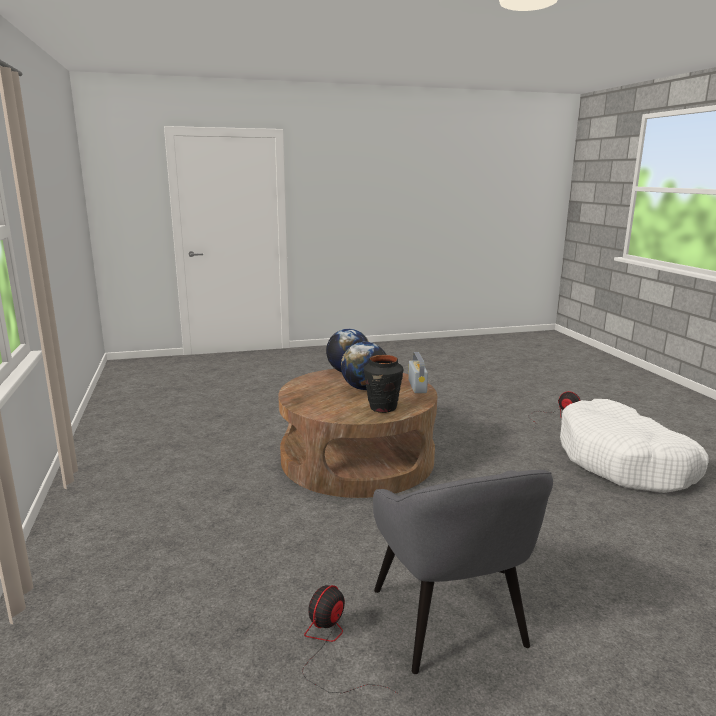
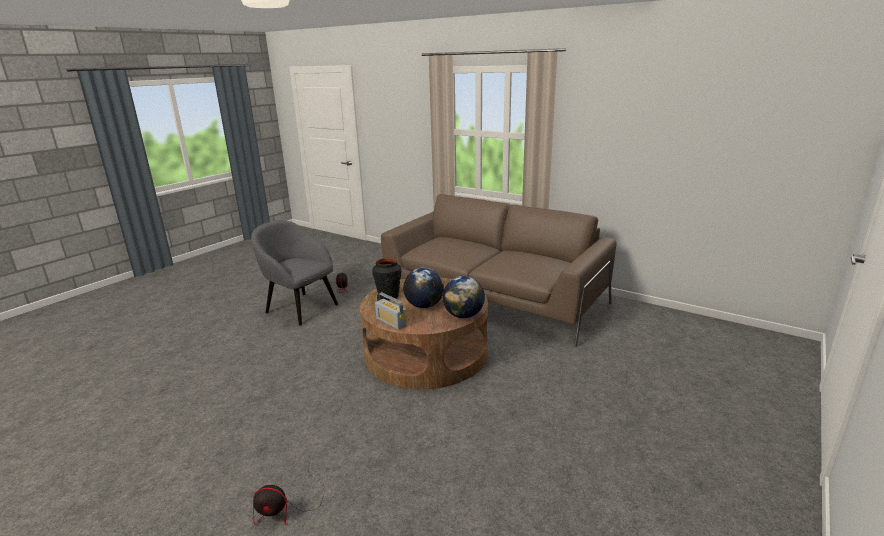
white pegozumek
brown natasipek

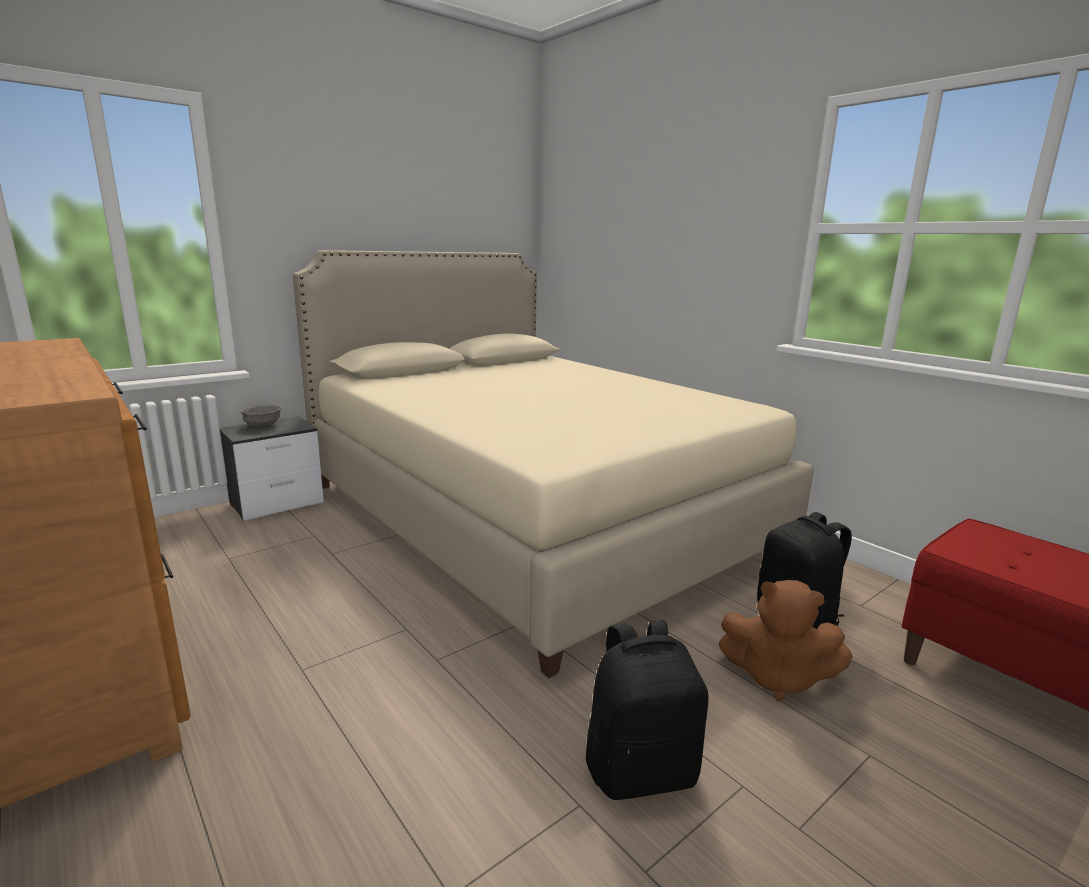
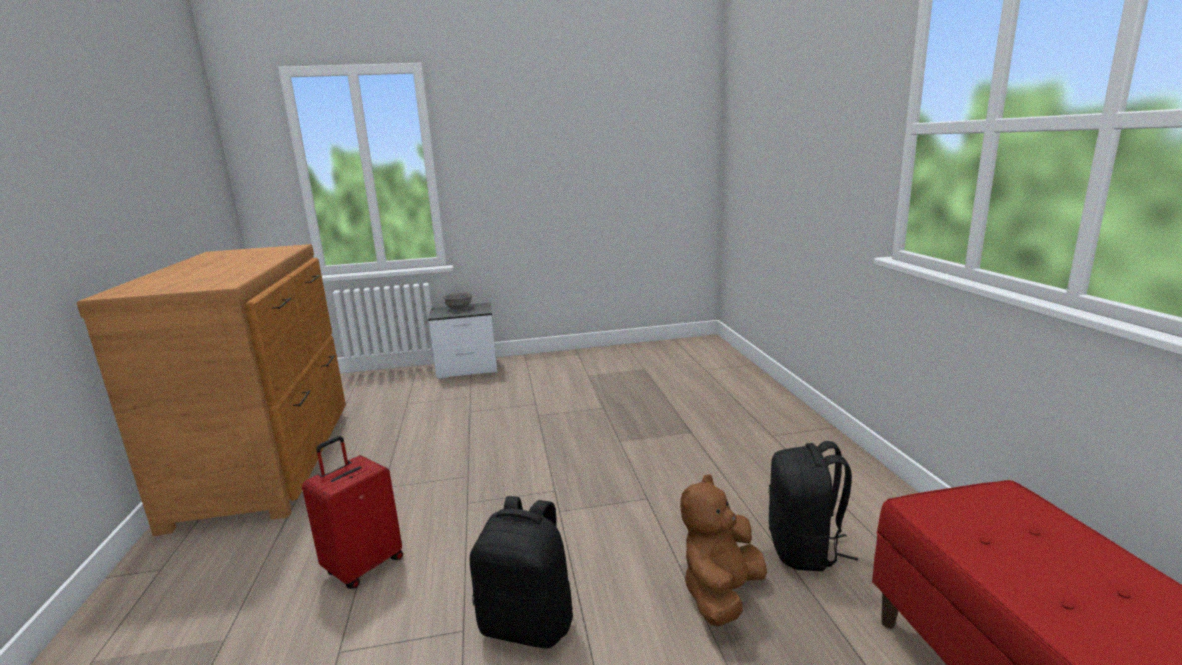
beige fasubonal
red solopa
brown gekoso

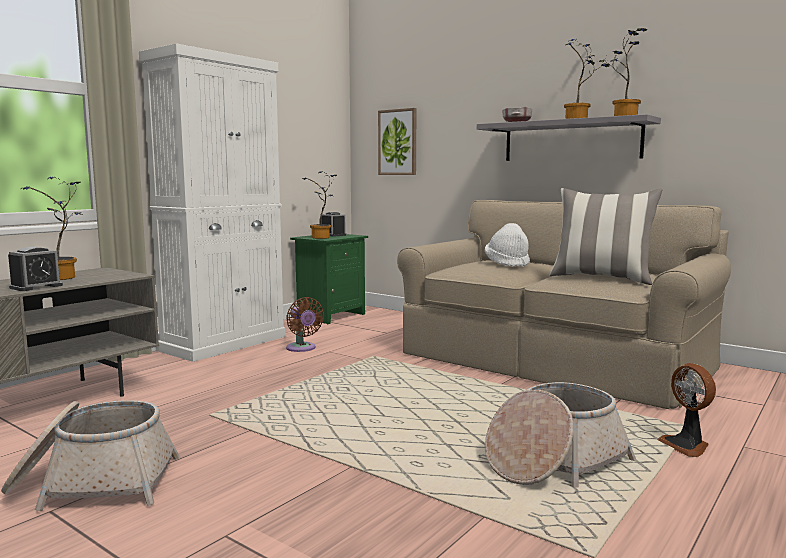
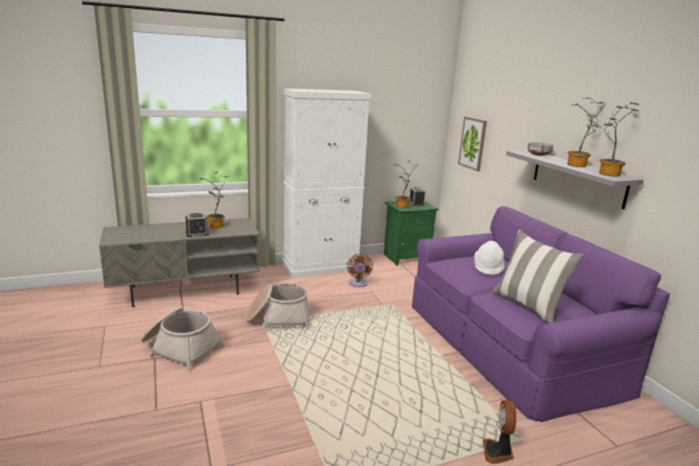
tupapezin (2nd from left)
purple natasipek

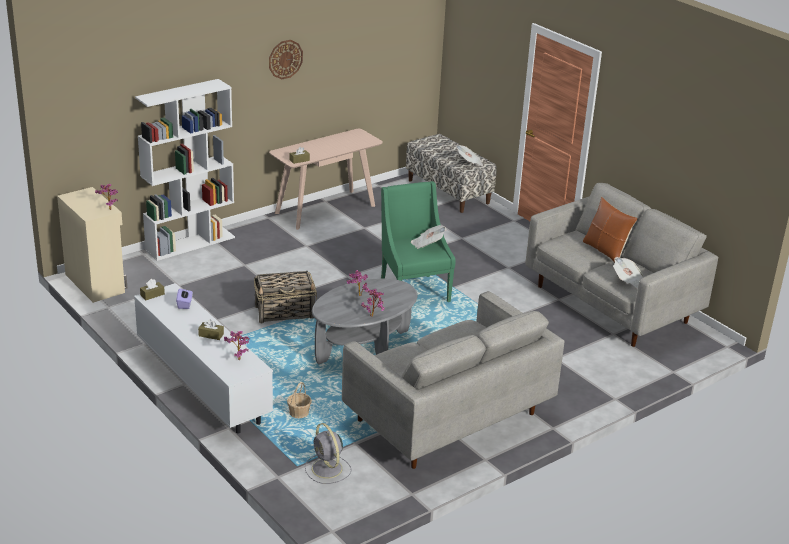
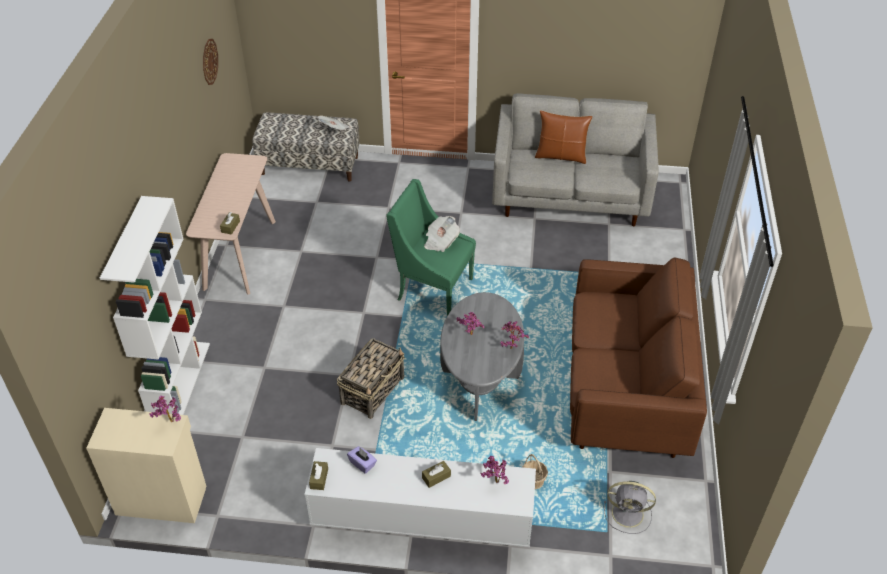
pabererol (3rd from left in the first image)
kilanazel
brown natasipek

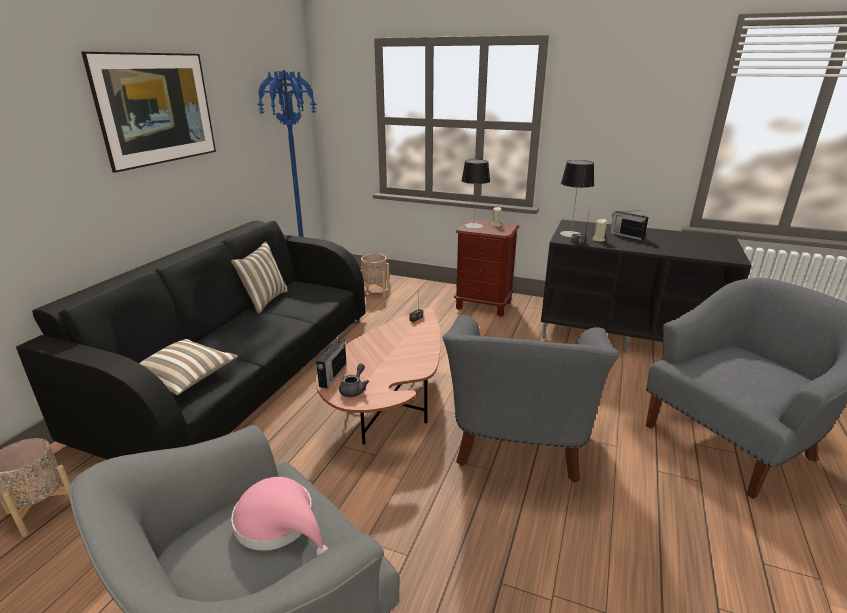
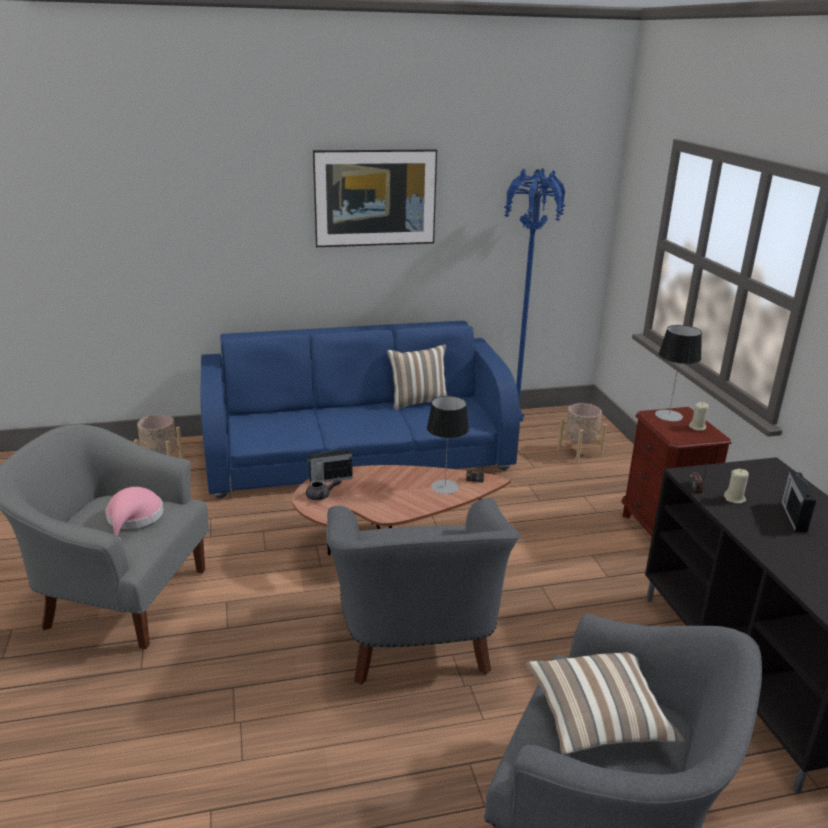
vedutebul (2nd from left)
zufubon (1st from left)
blue natasipek
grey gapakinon (2nd from left)

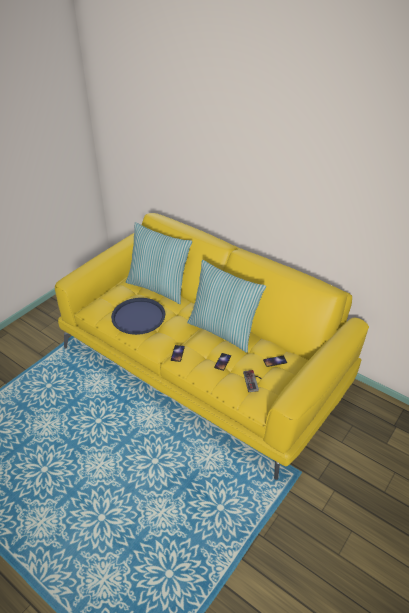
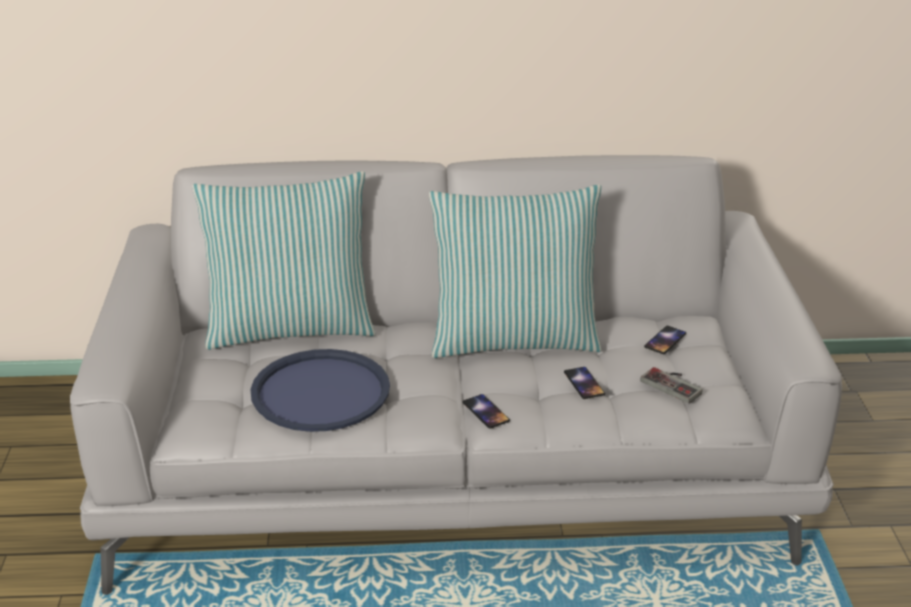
grey natasipek

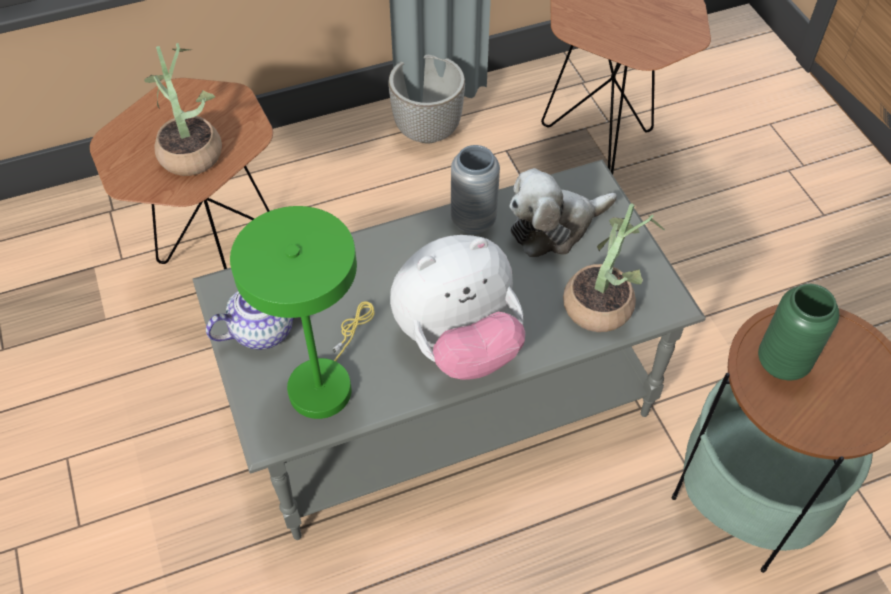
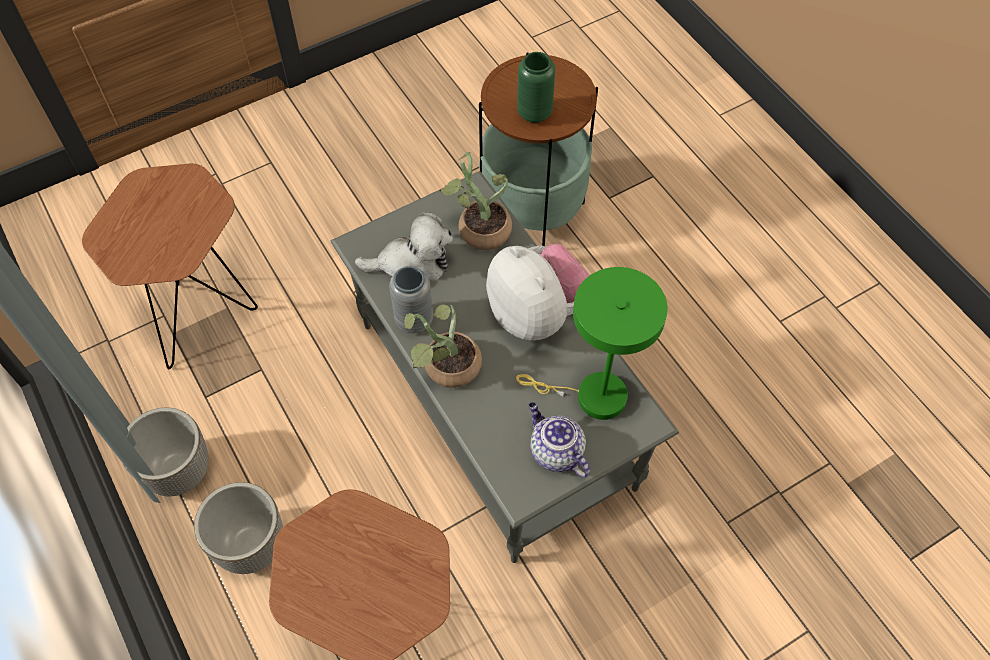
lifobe (2nd from left)
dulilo (1st from left)
gekoso (1st from left)

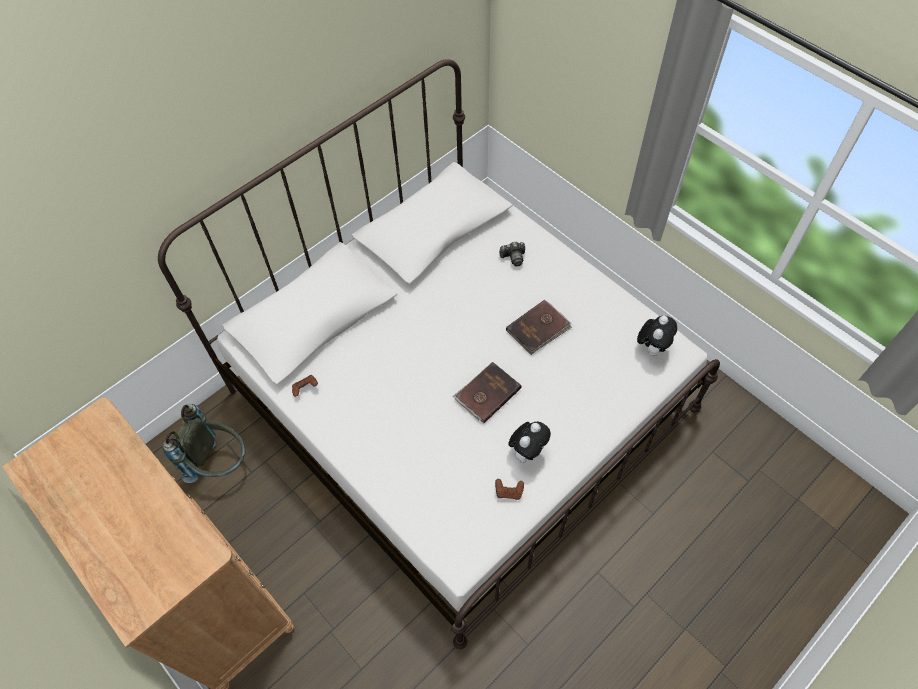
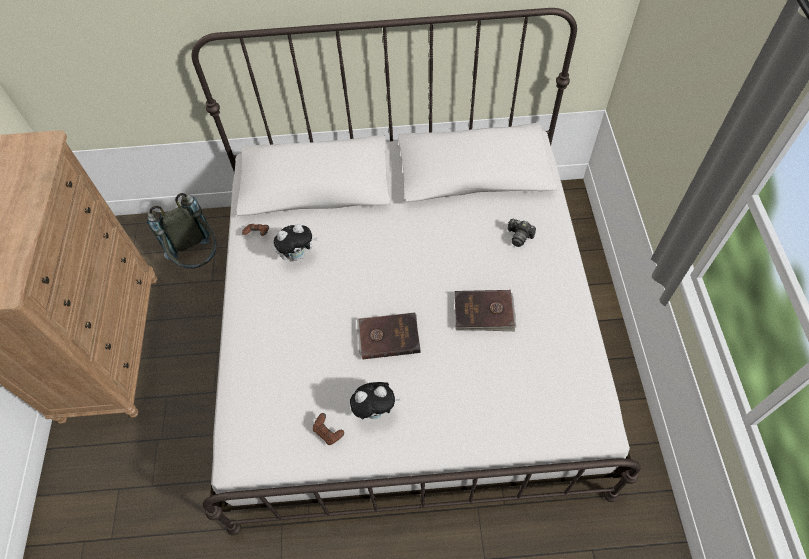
gekoso (1st from left)

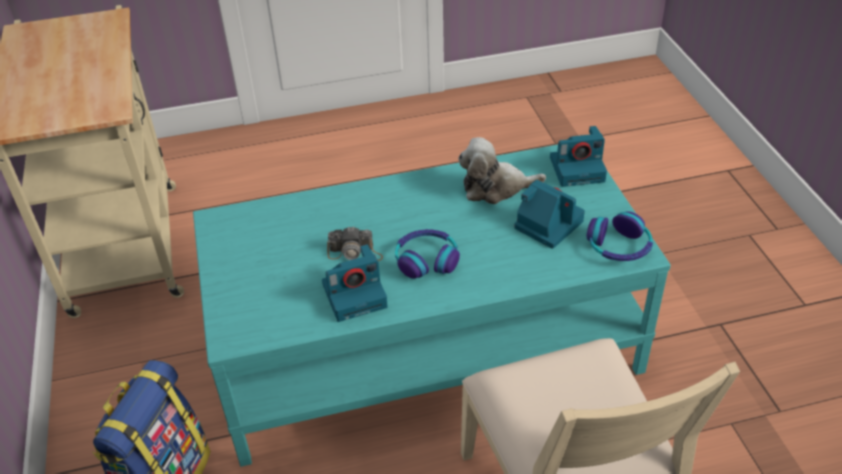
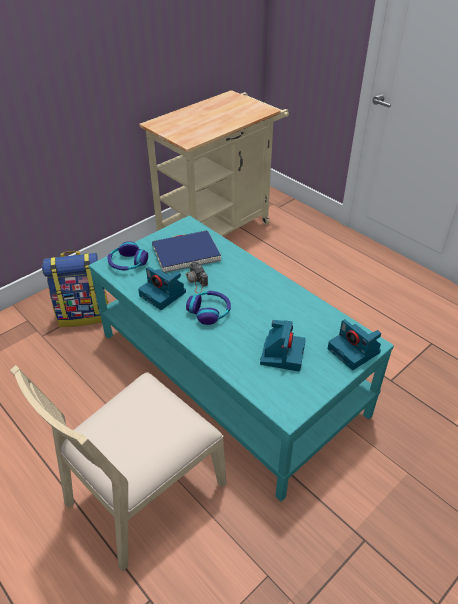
gekoso
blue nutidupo
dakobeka (1st from left)

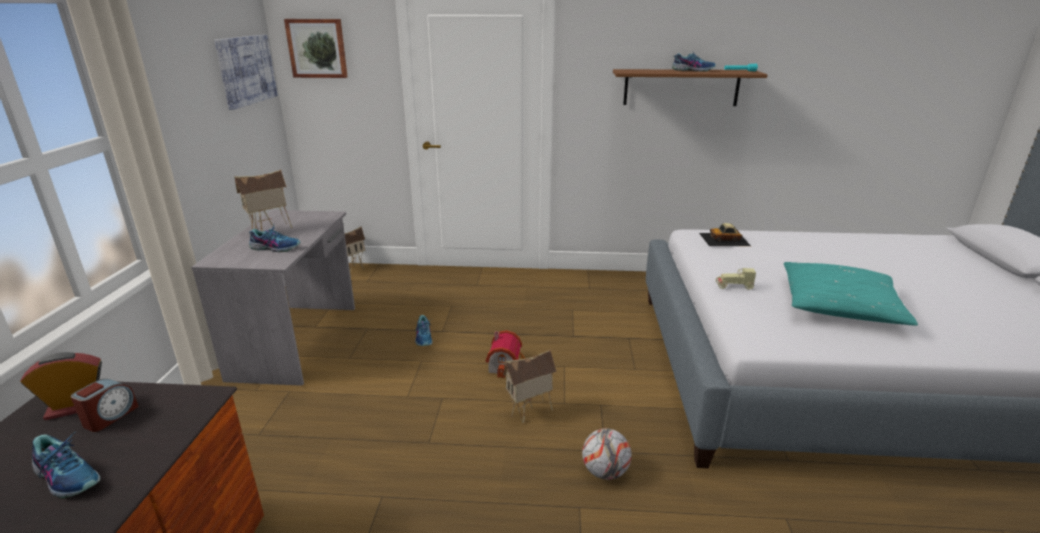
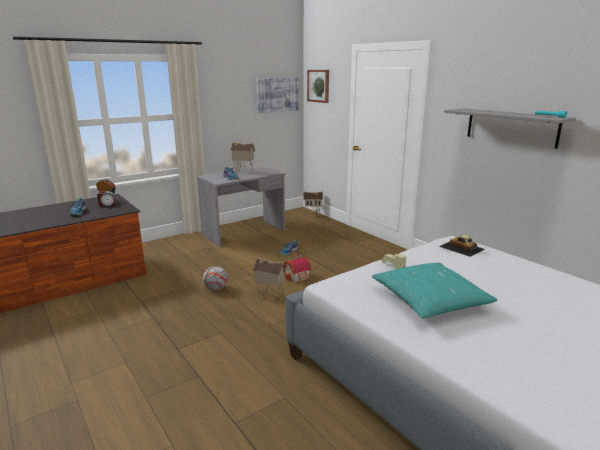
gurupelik (4th from left in the first image)
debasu
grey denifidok

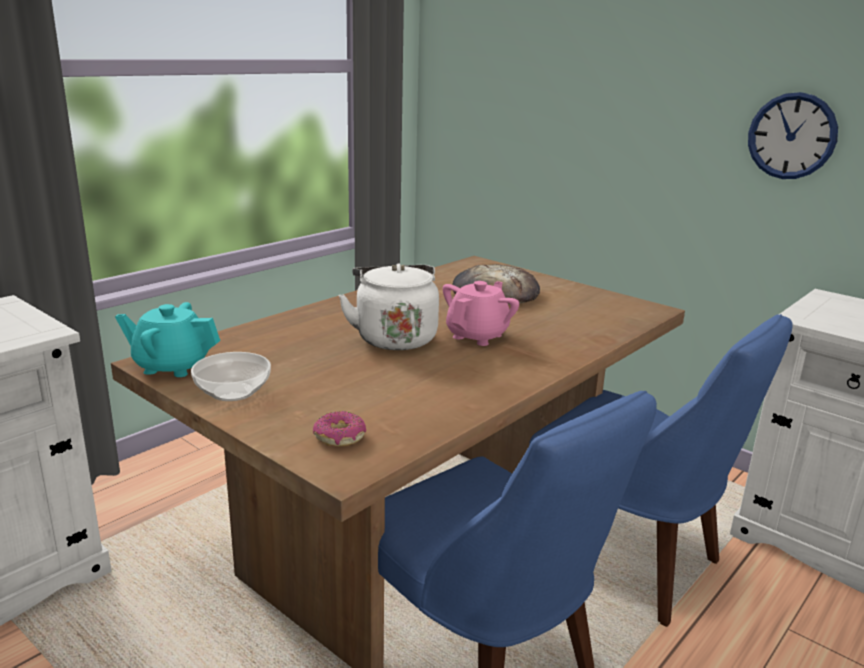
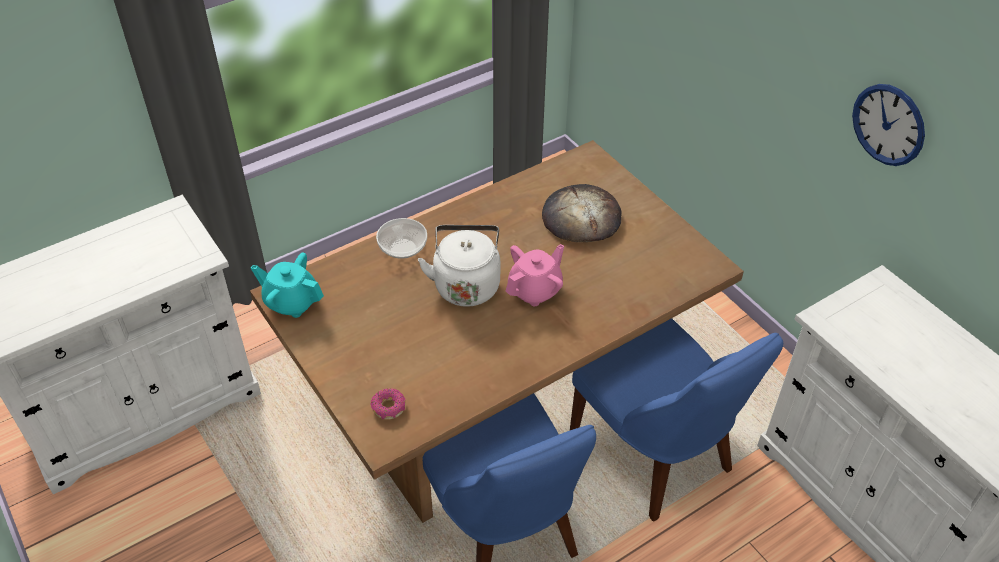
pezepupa

